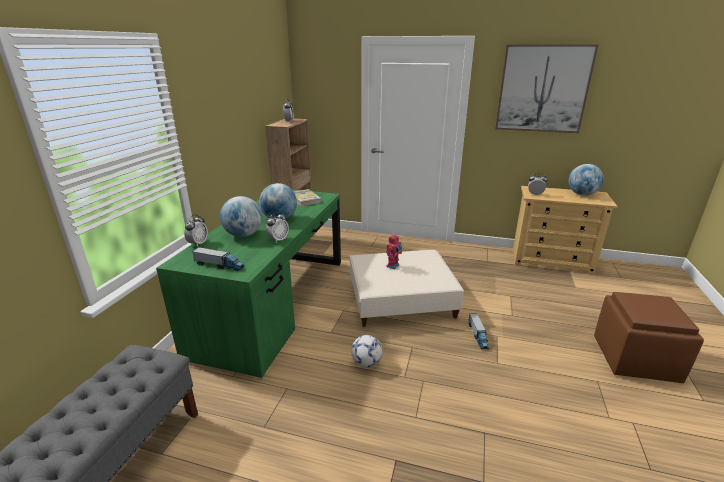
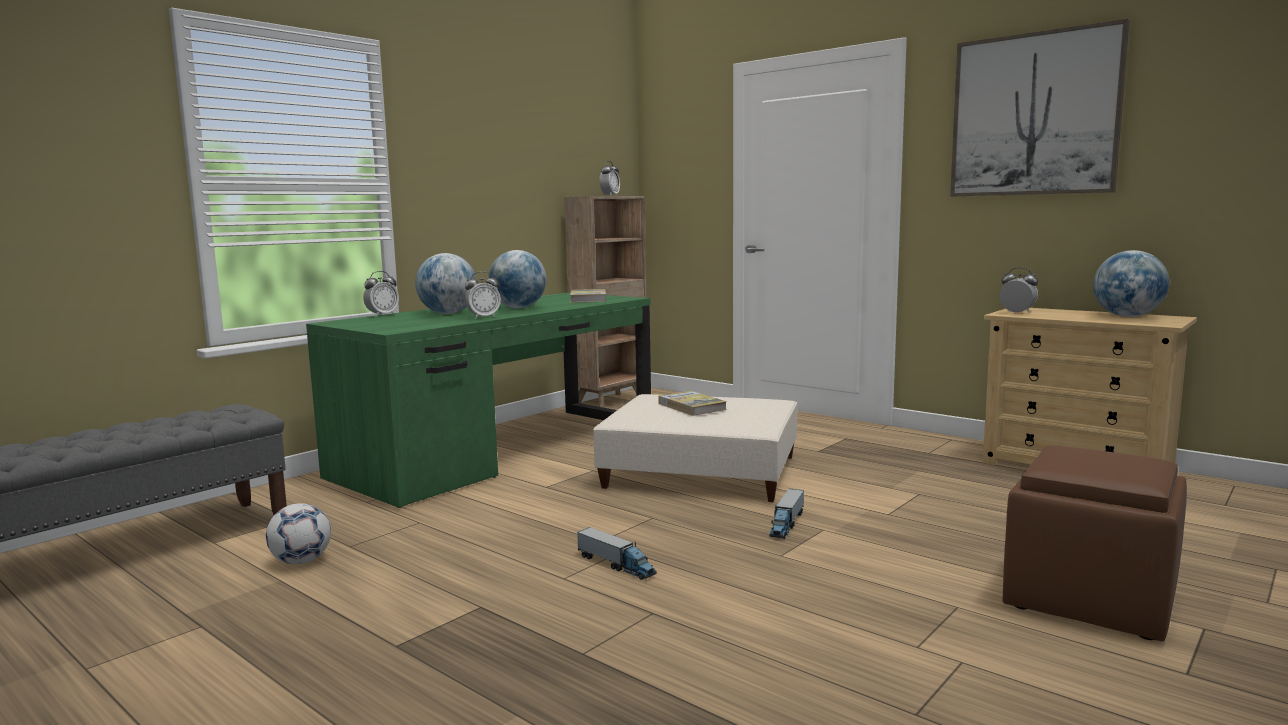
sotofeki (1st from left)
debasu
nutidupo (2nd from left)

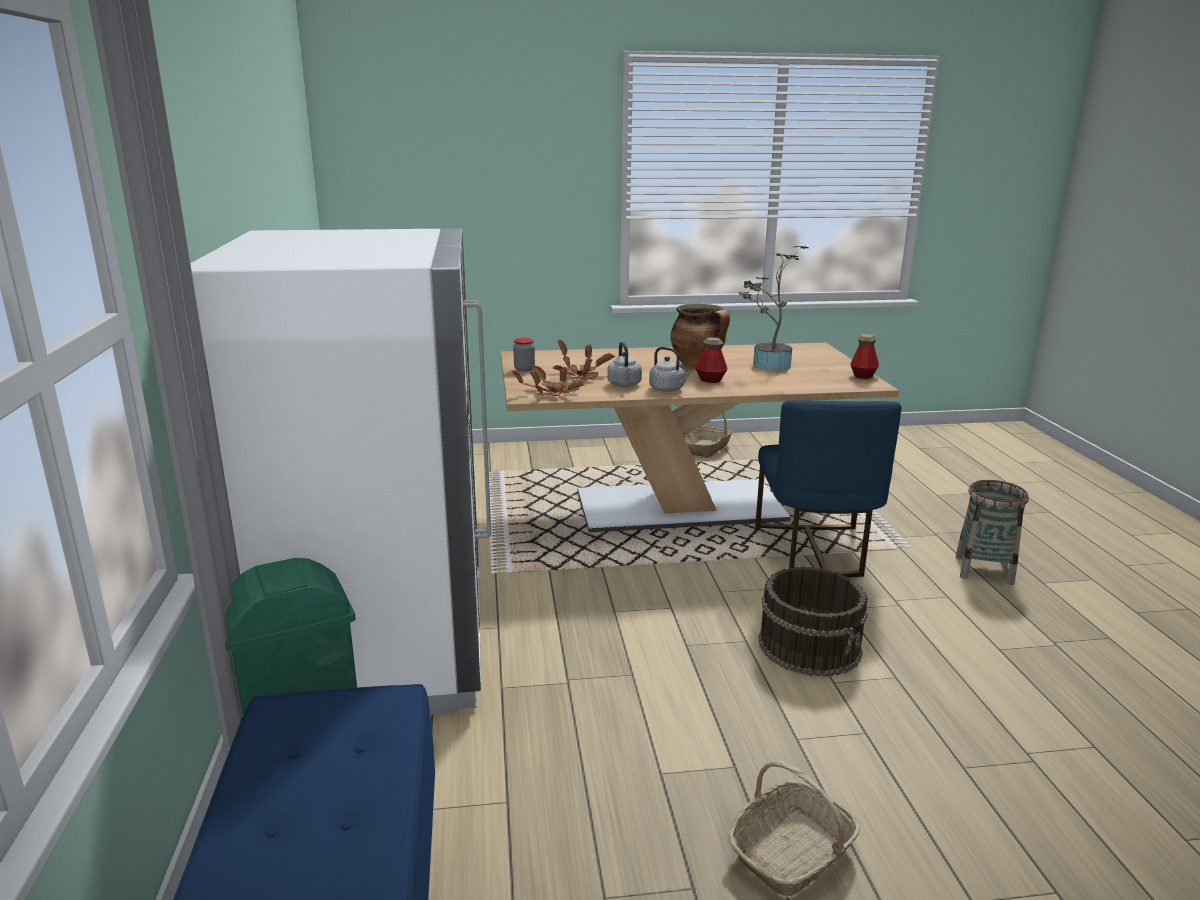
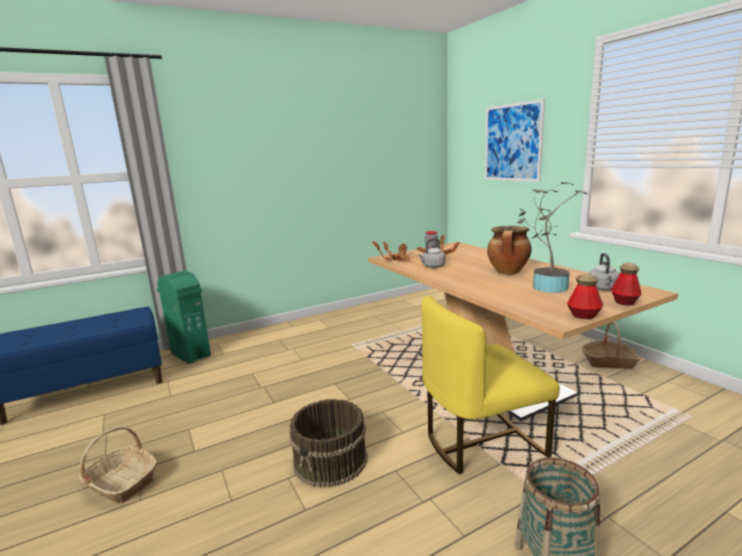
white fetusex
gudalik
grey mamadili (2nd from left)
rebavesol (2nd from left)
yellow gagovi

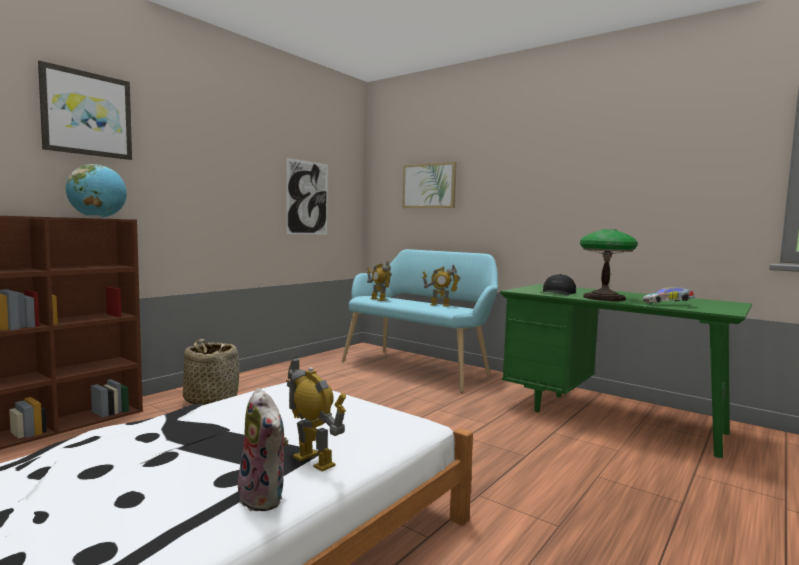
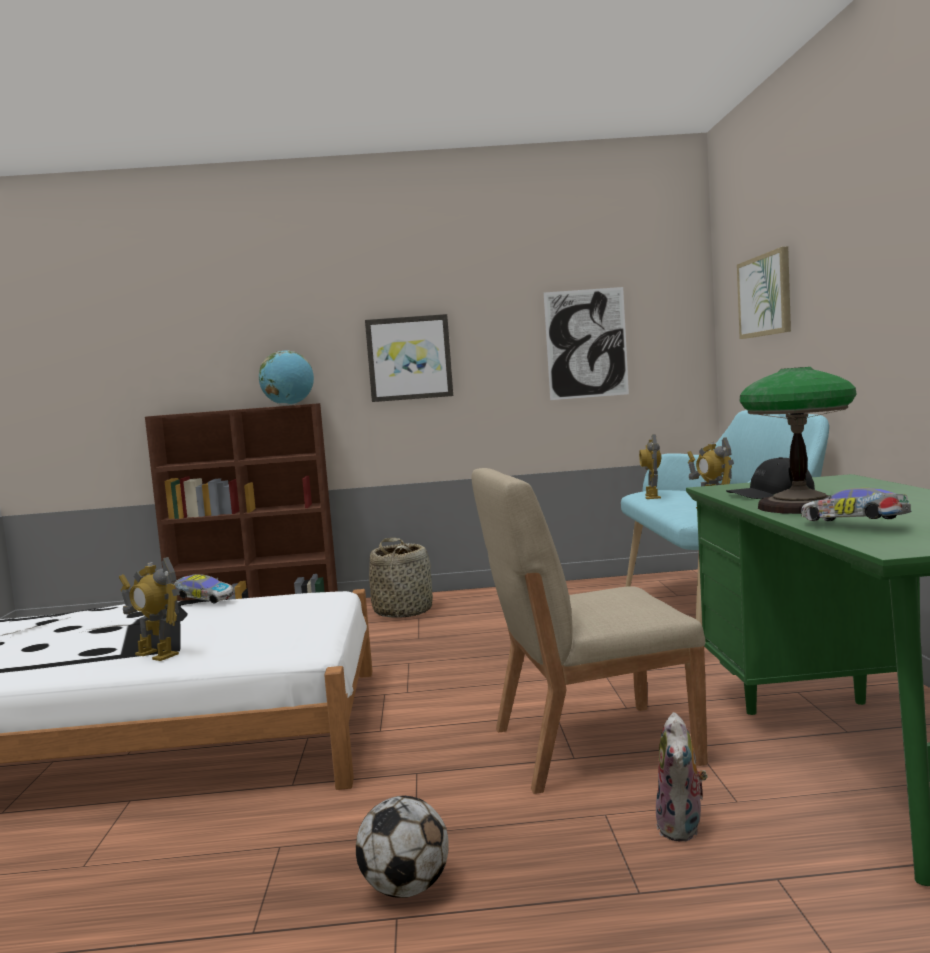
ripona (1st from left)
debasu
beige gagovi
gudalik (1st from left)
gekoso
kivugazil (1st from left)

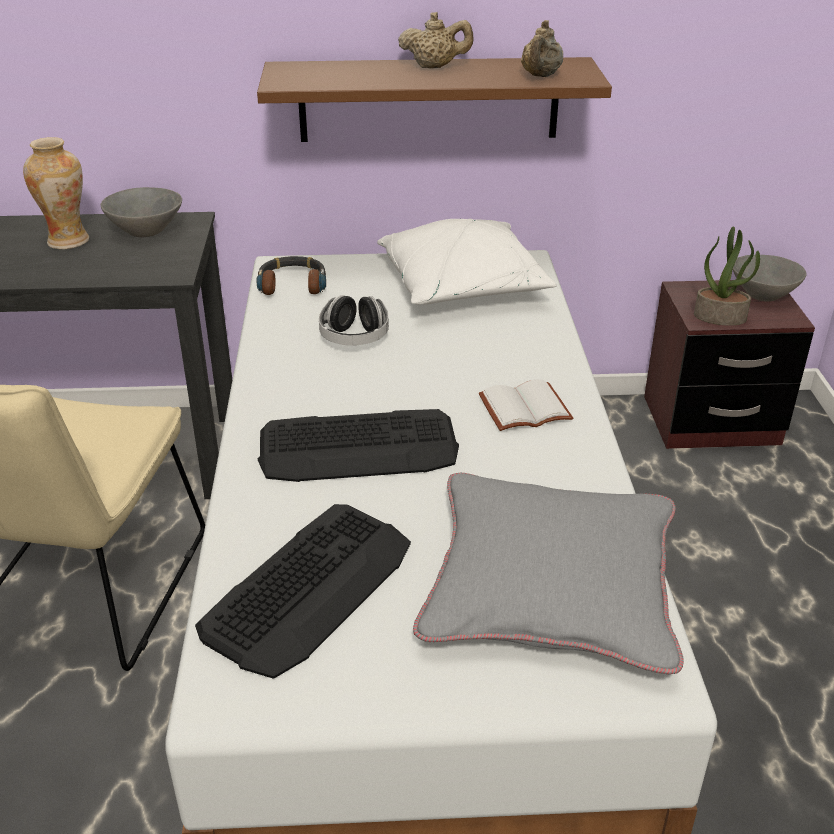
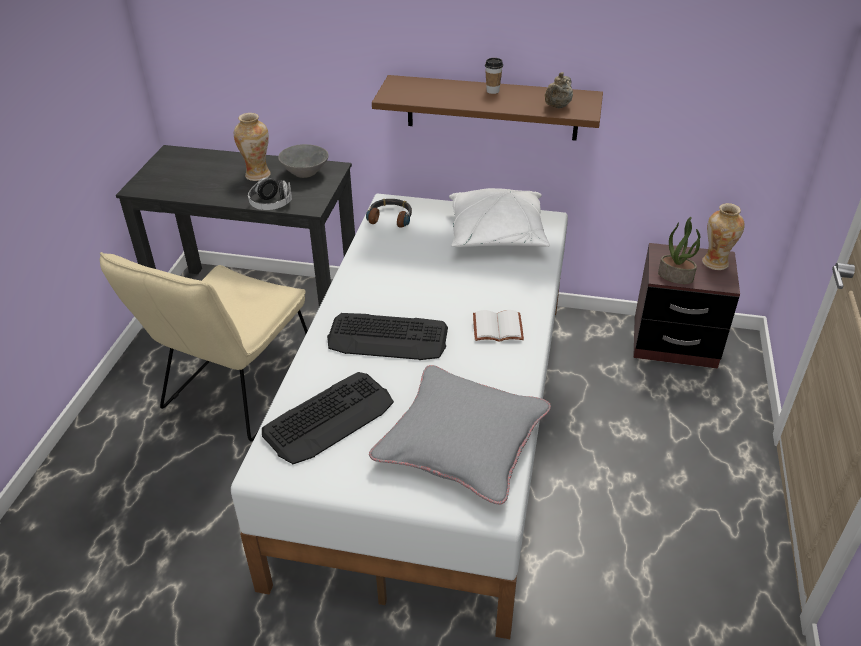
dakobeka (1st from left)
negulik
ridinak (2nd from left)

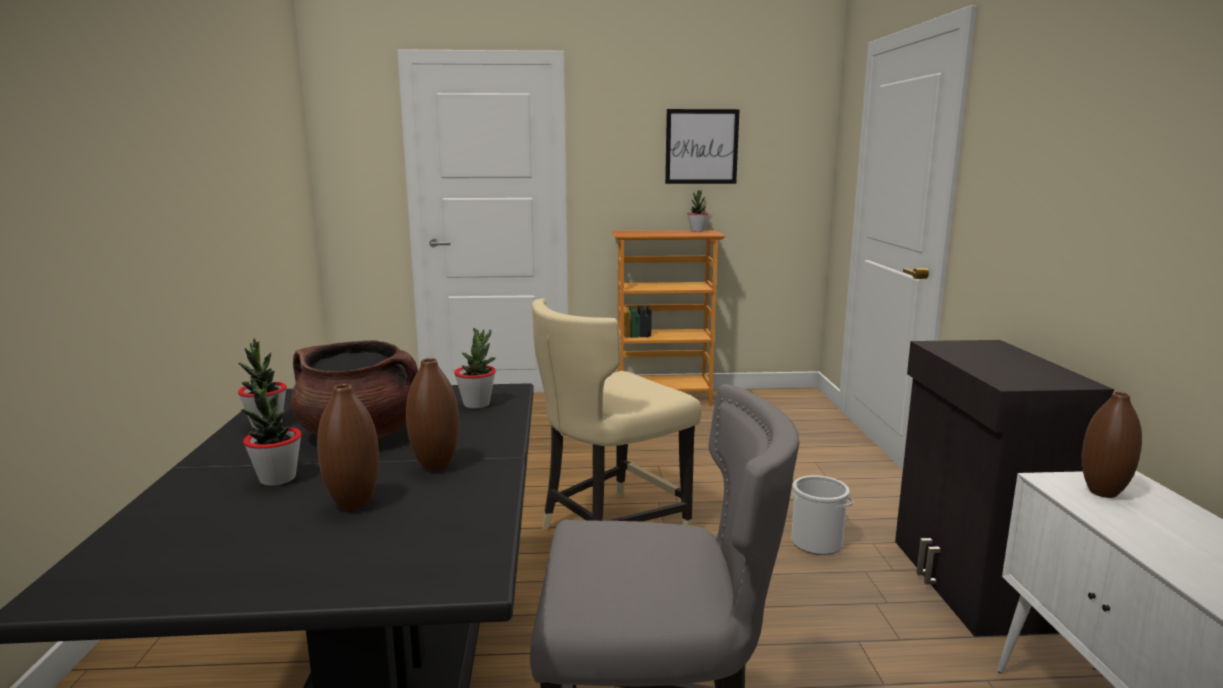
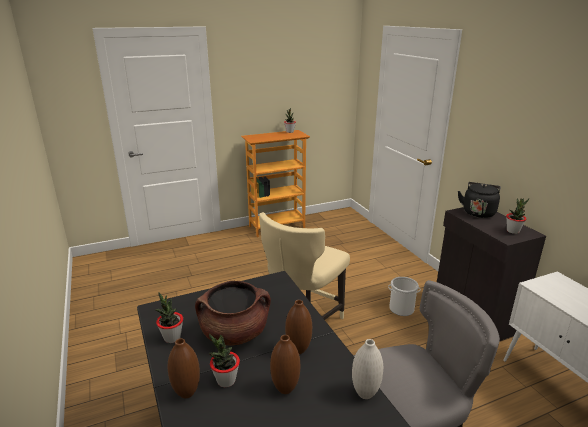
gudalik
white ridinak
black mamadili
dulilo (4th from left)
brown ridinak (1st from left)

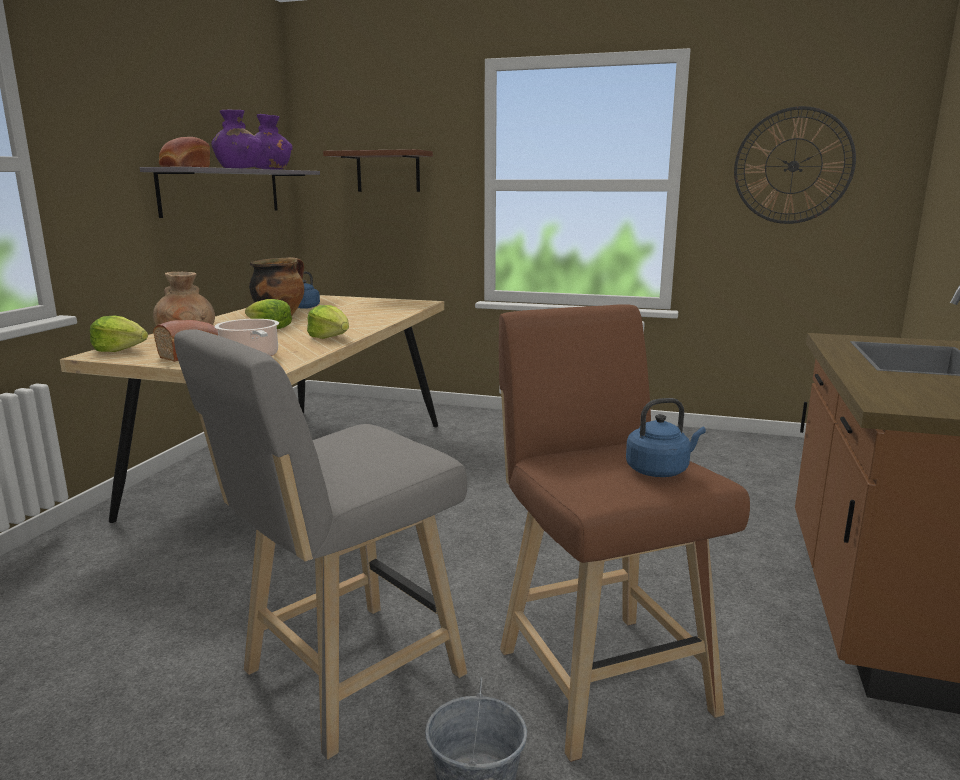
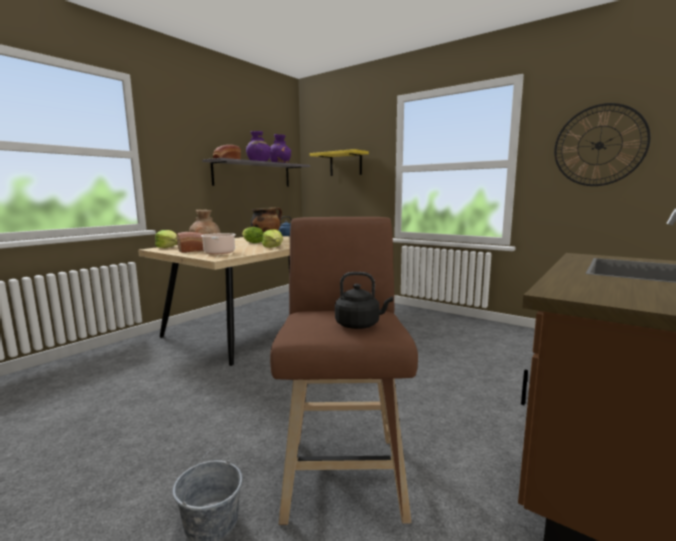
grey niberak
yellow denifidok
black mamadili

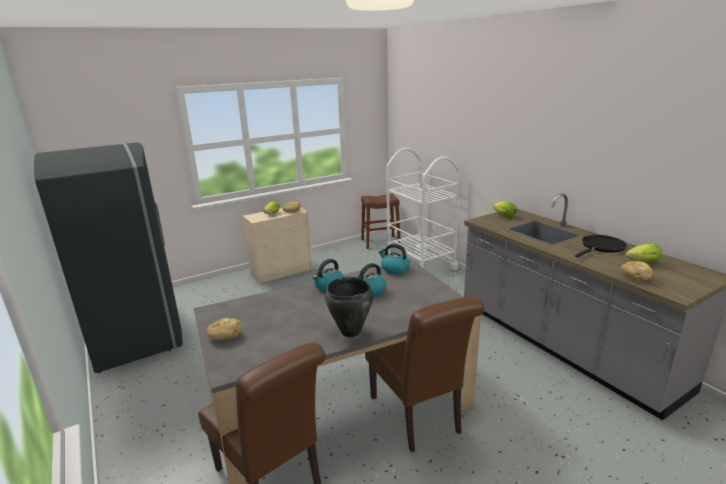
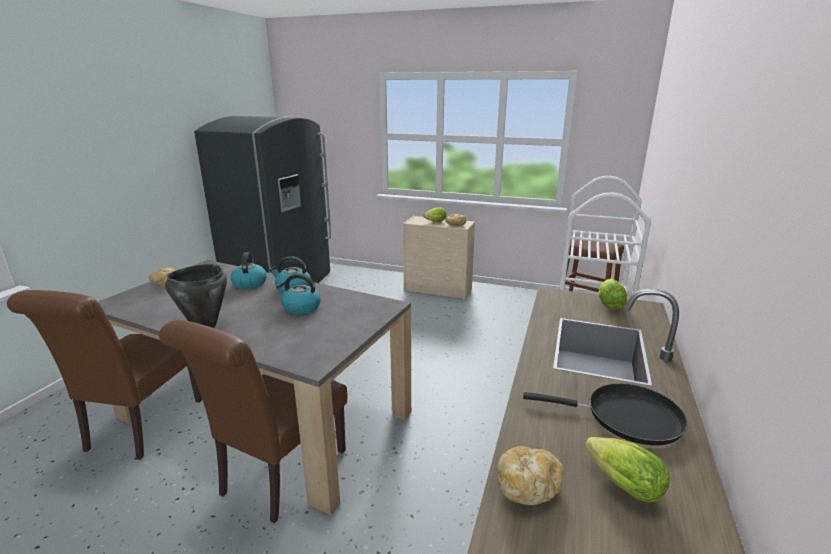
mamadili (1st from left)

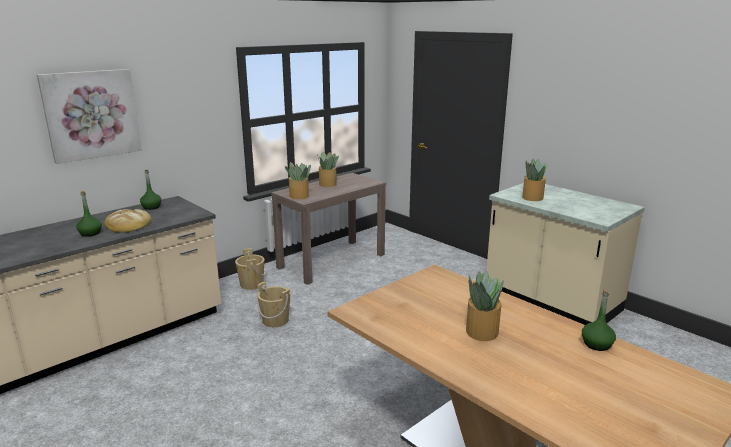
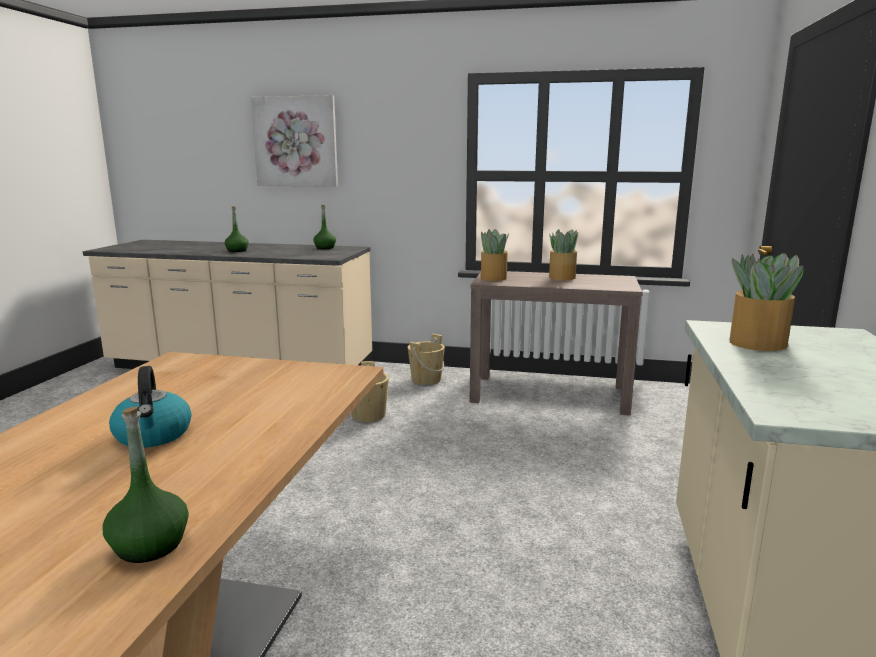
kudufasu
mamadili

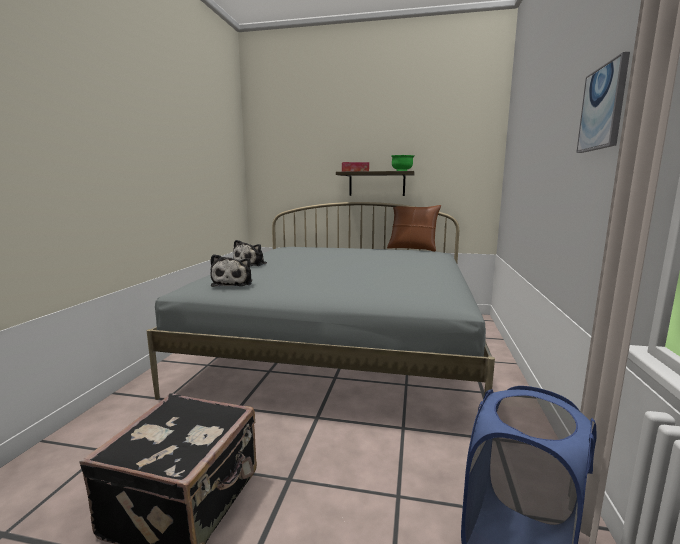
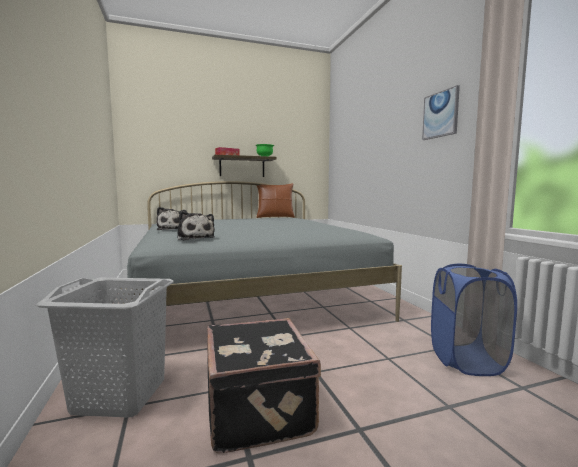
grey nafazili

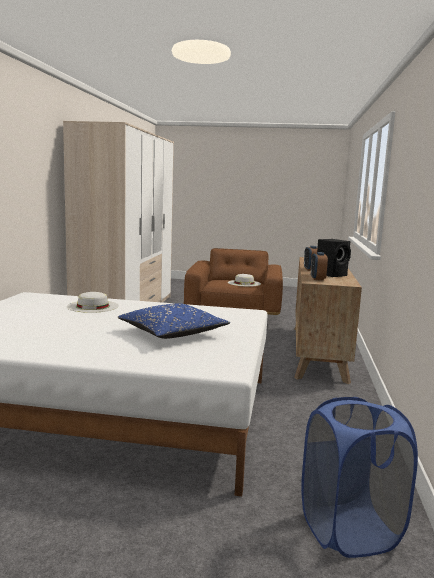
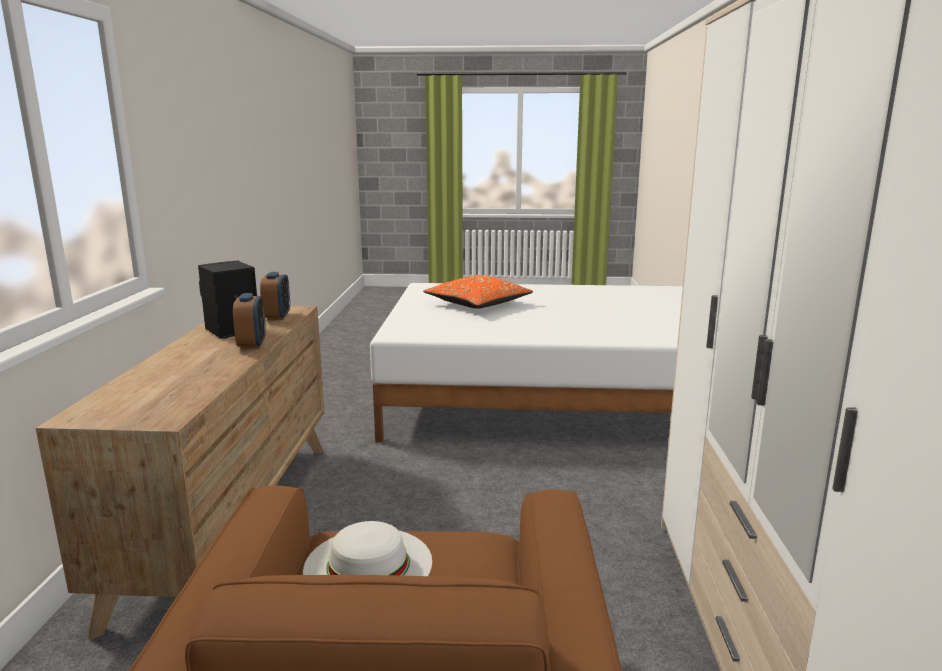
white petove (1st from left in the first image)
blue nafazili
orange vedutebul

